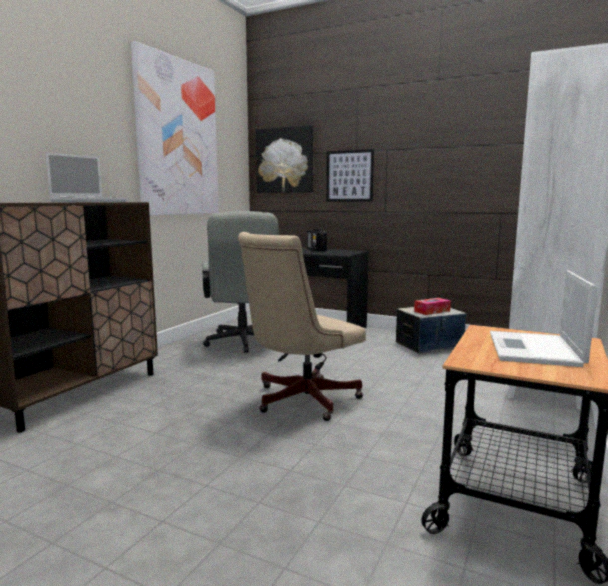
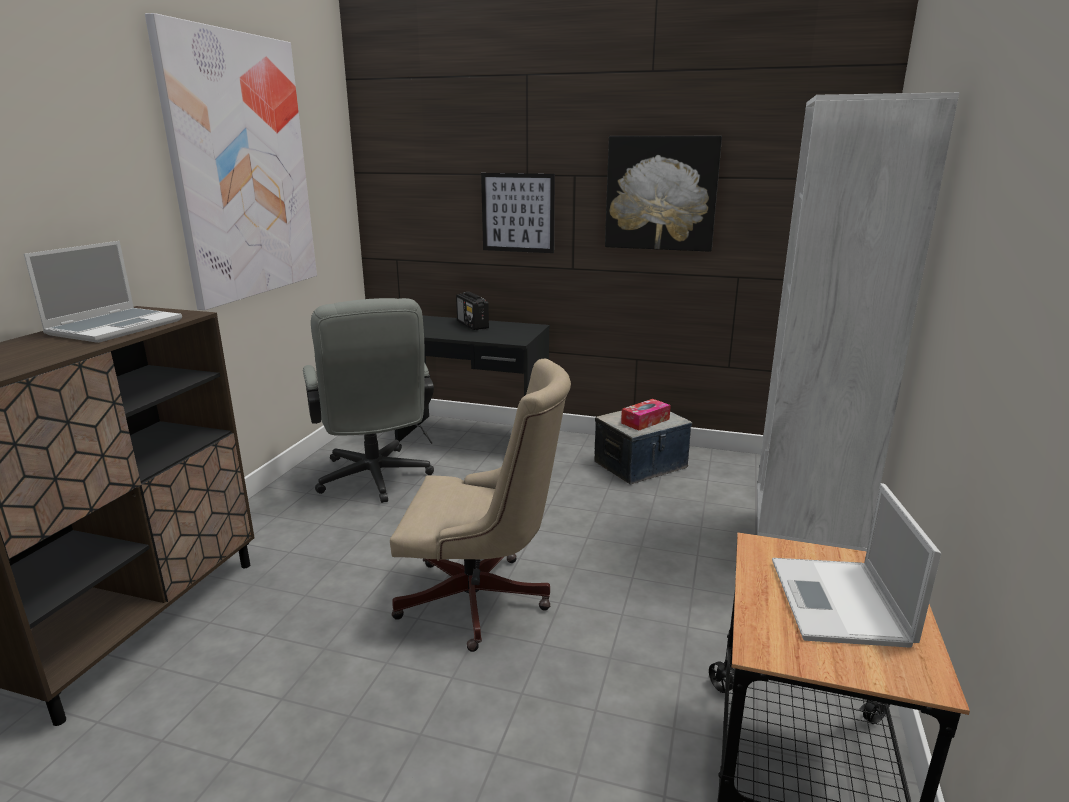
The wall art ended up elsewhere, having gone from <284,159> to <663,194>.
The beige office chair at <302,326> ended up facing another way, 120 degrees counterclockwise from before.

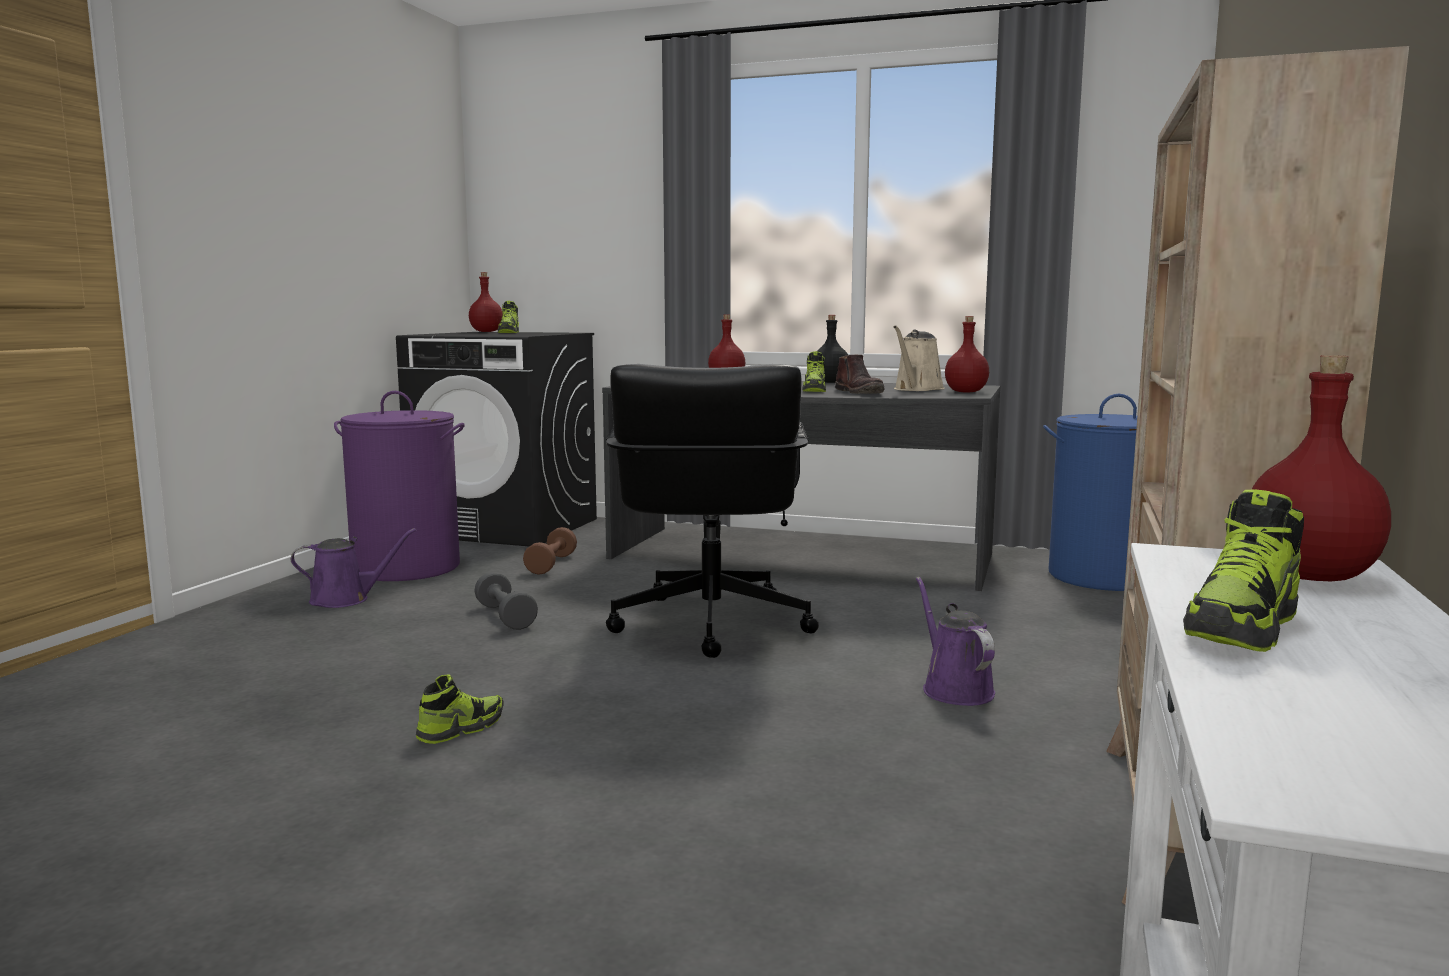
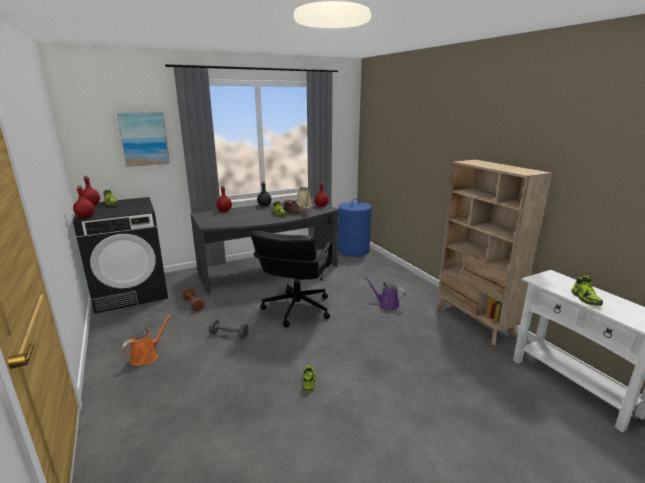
The reddish beverage bottle ended up elsewhere, having gone from <1321,468> to <84,201>.
The blackish office chair at <712,511> ended up facing another way, 60 degrees clockwise from before.
The second view lost the purplish laundry basket at <399,486>.
What was the purplish watering can at <353,568> turned into the orange watering can at <146,340>.
The second view gained the wall art at <143,139>.

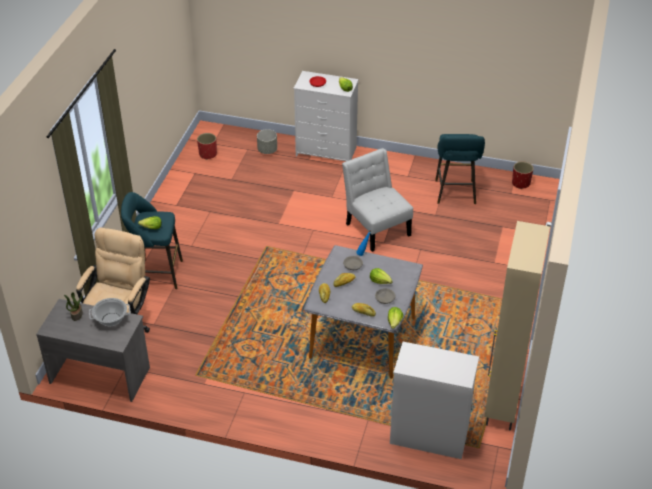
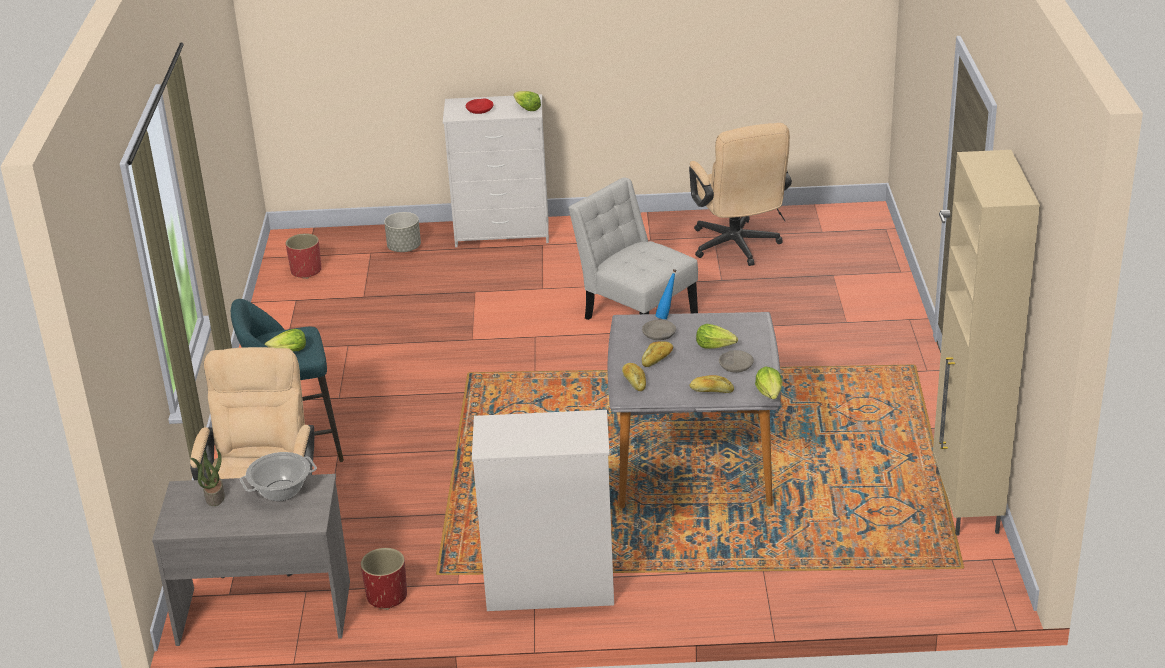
Where the turquoise sitting stool stood at <460,169>, the beige office chair came to stand at <740,194>.
The reddish planter ended up elsewhere, having gone from <523,175> to <384,579>.
The whitish chest of drawers ended up elsewhere, having gone from <434,400> to <543,510>.

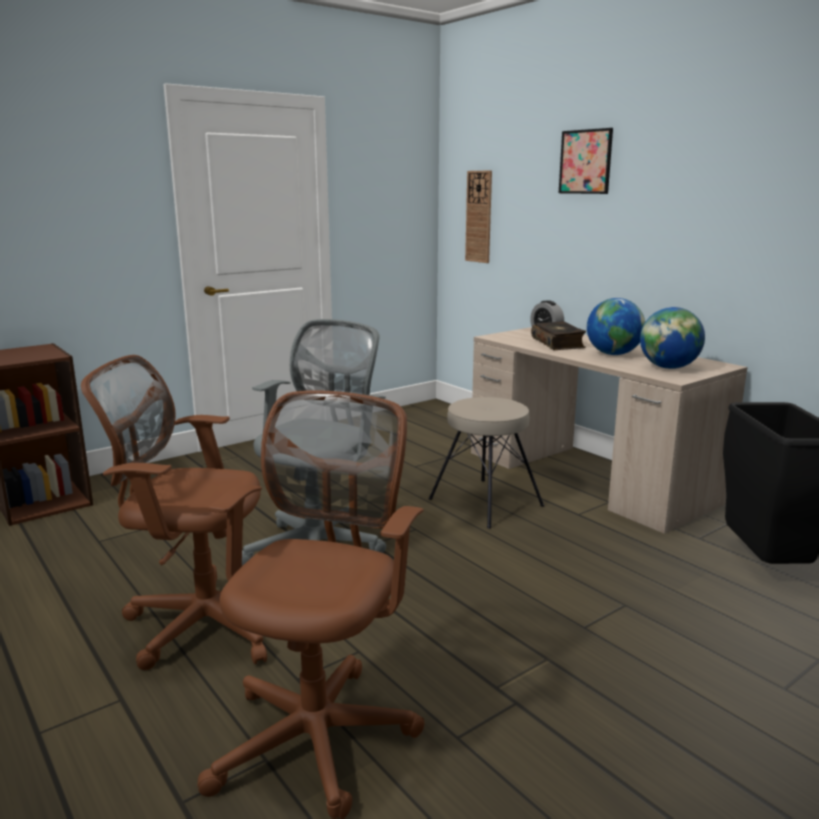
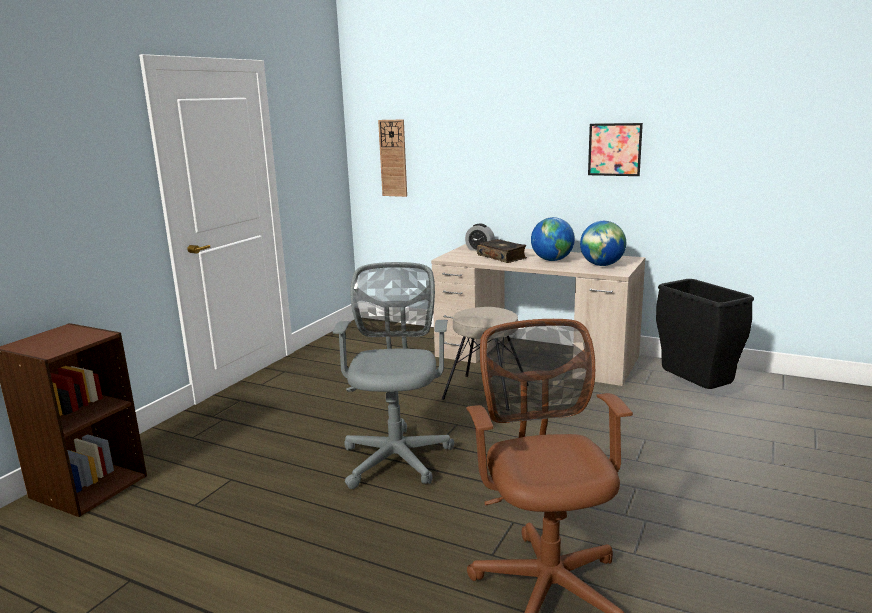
The wall art ended up elsewhere, having gone from <586,161> to <615,149>.
The second view lost the brownish office chair at <174,512>.

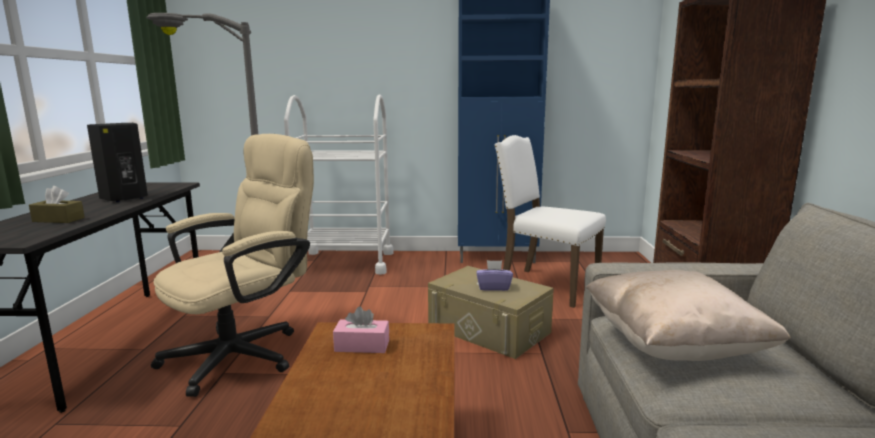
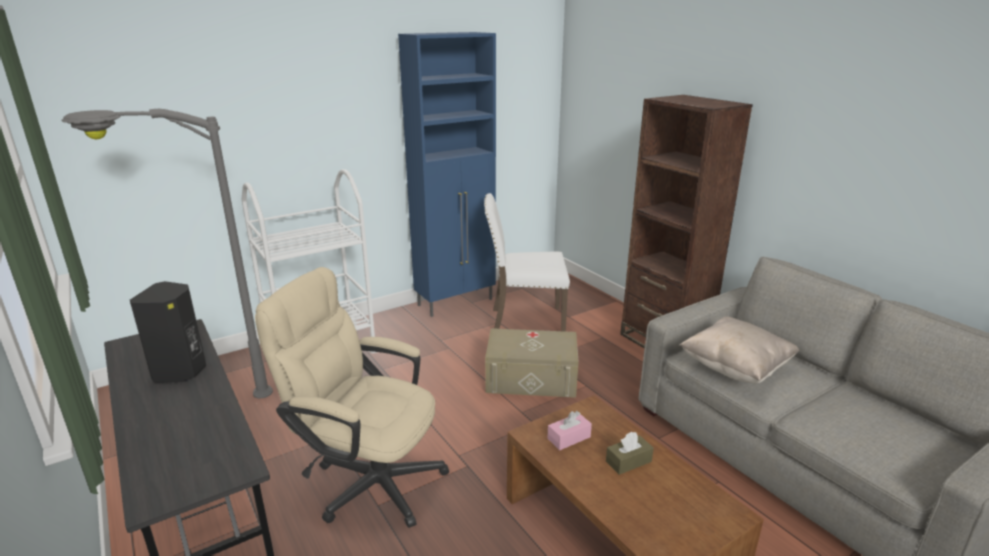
The beige office chair at <232,265> ended up facing another way, 75 degrees counterclockwise from before.
The brownish tissue holder ended up elsewhere, having gone from <57,204> to <630,453>.
The second view lost the purplish tissue holder at <495,275>.

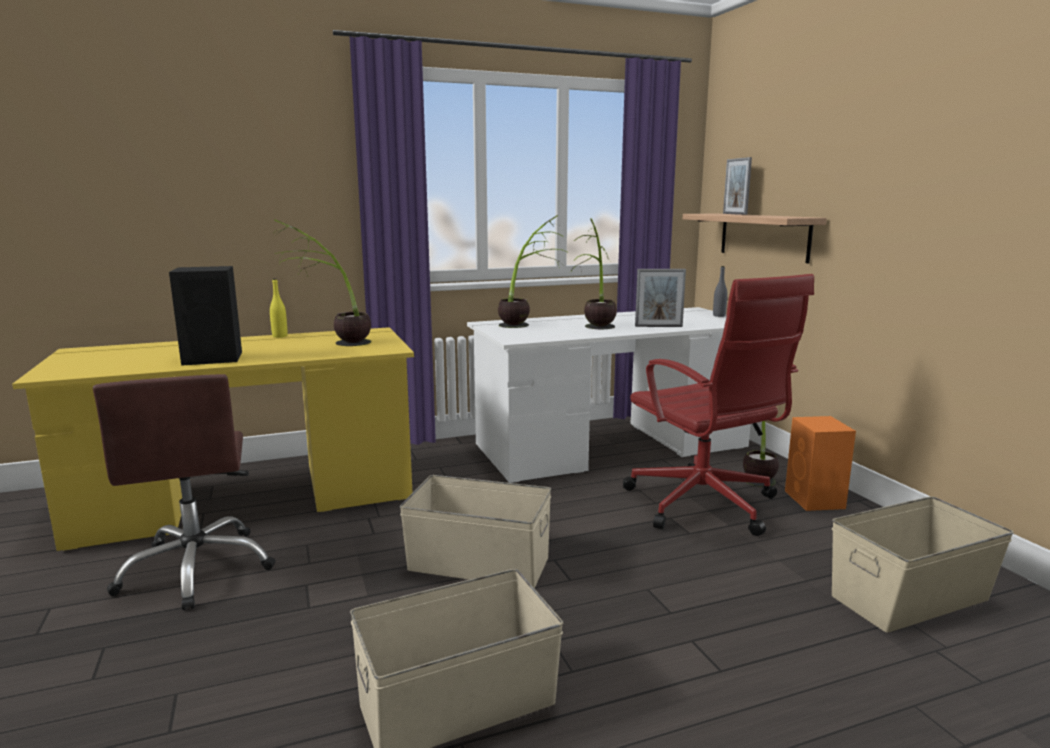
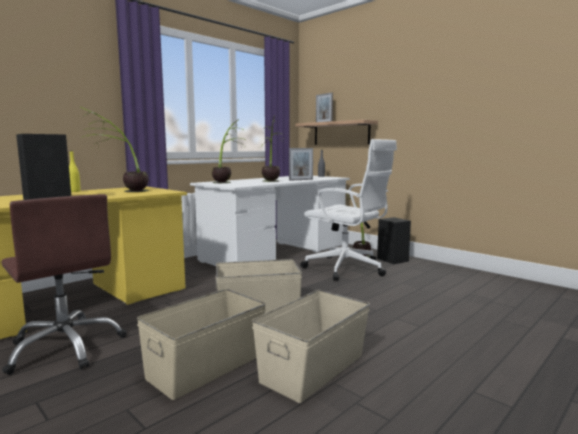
What was the reddish office chair at <718,405> turned into the whitish office chair at <348,210>.
What was the orange speaker at <820,463> turned into the blackish speaker at <394,240>.
The beige storage container ended up elsewhere, having gone from <923,565> to <201,344>.

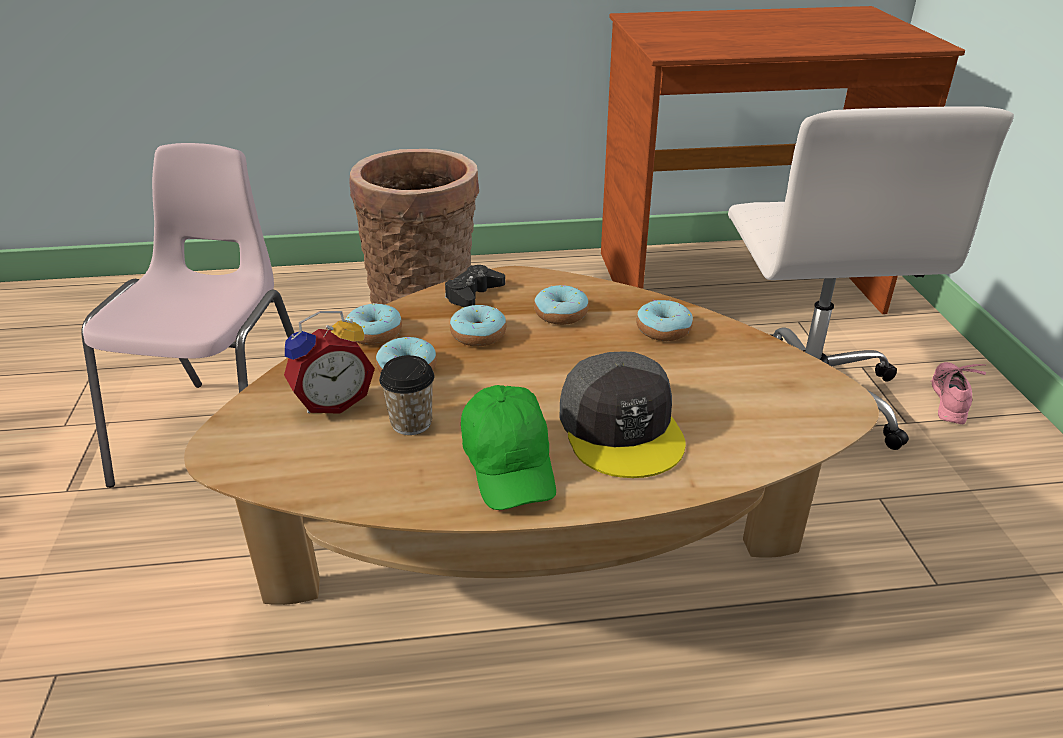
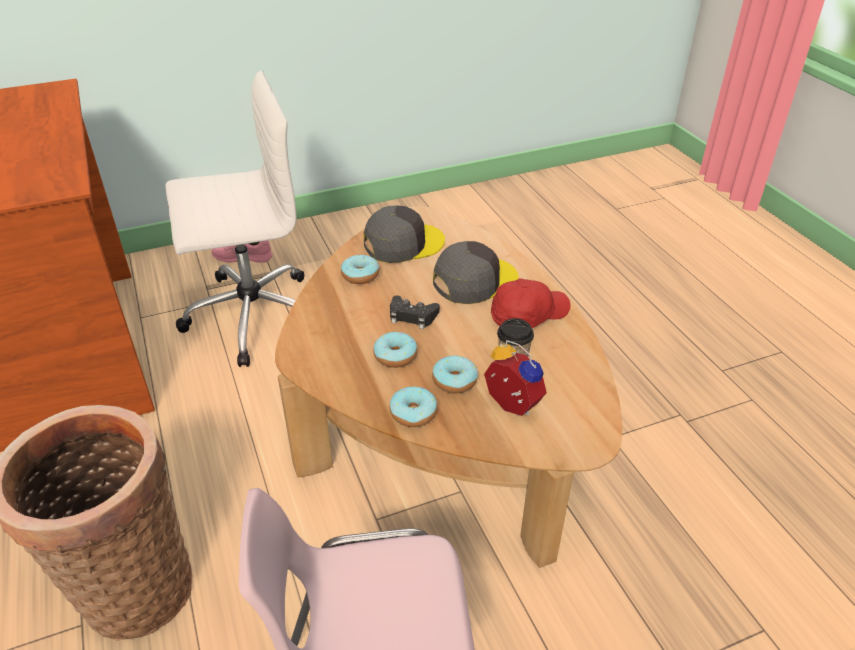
The blackish joypad ended up elsewhere, having gone from <475,286> to <415,312>.
The second view lost the ring doughnut at <561,305>.
What was the green-coloured peaked cap at <508,447> turned into the reddish peaked cap at <530,303>.
The second view gained the grey peaked cap at <404,234>.

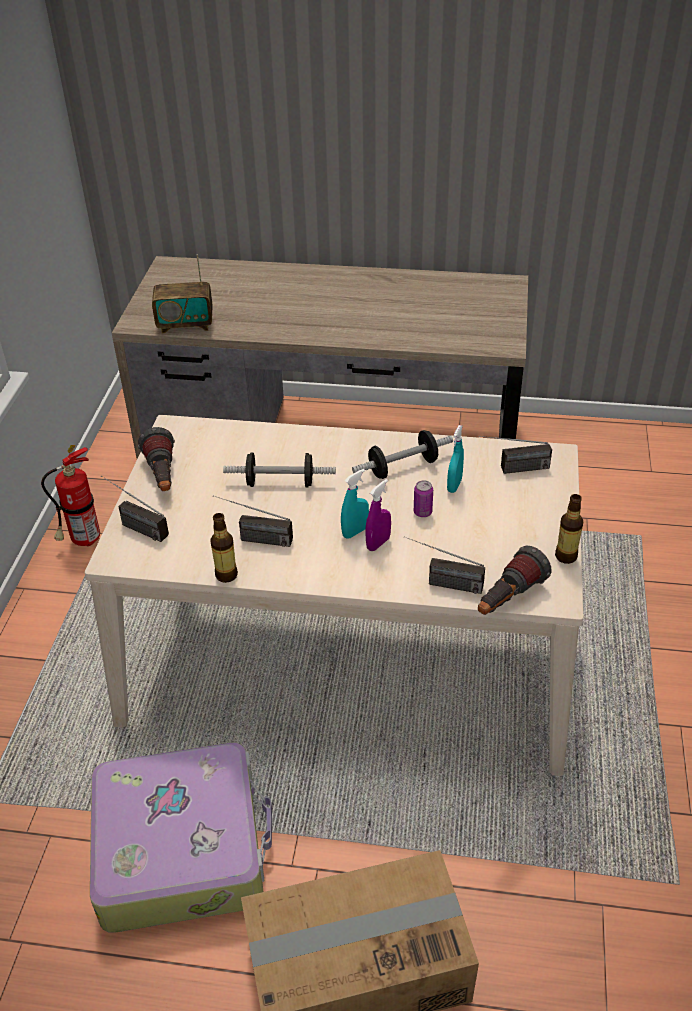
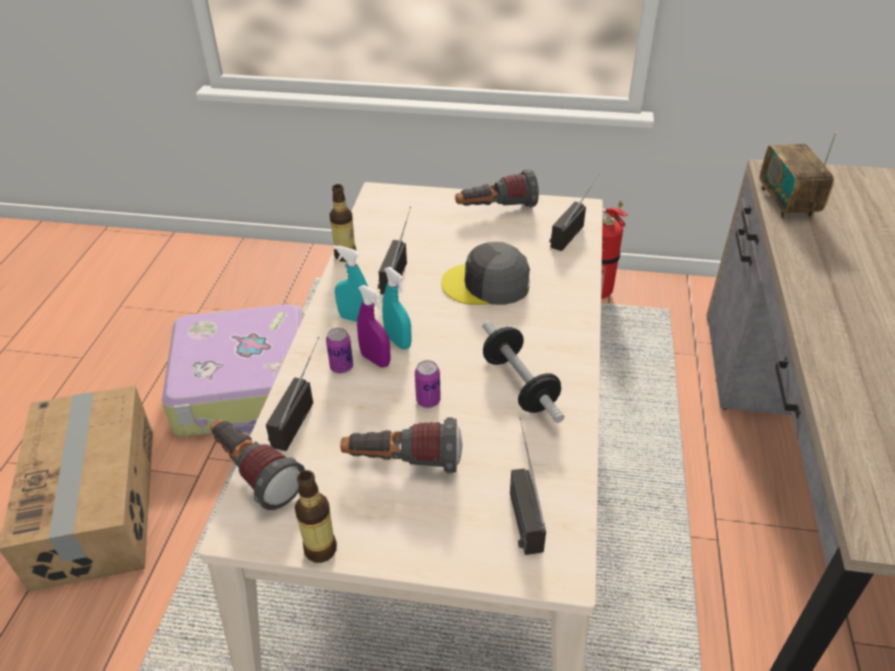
The turquoise hand sprayer ended up elsewhere, having gone from <455,459> to <350,283>.
Where the dumbbell stood at <279,470>, the grey peaked cap came to stand at <485,273>.
The radio set ended up elsewhere, having gone from <135,508> to <574,212>.
The second view gained the can at <339,351>.
The second view gained the hand torch at <401,445>.

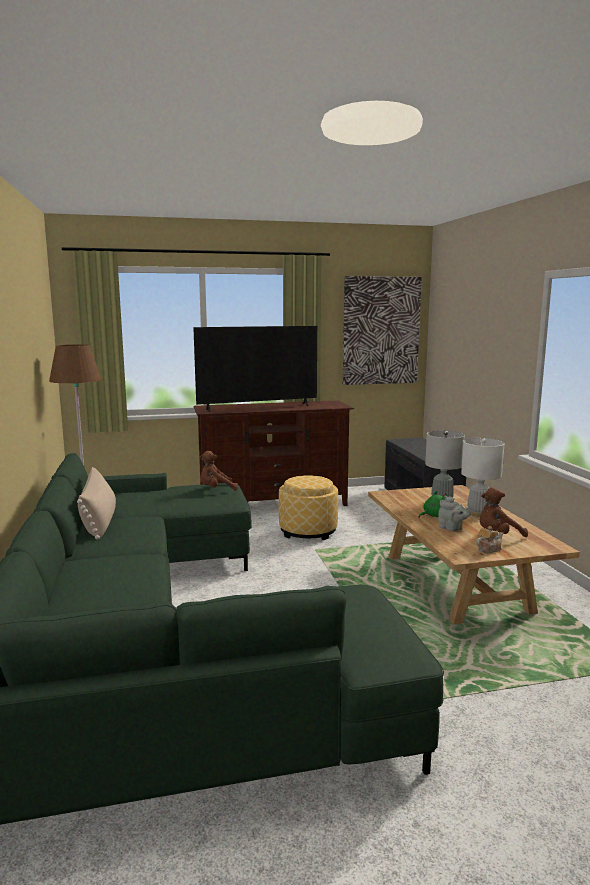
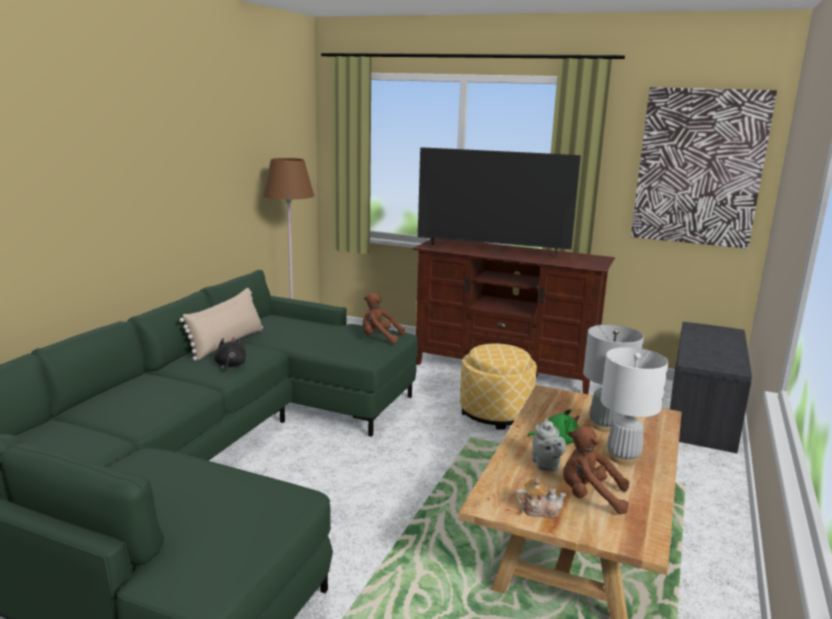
The second view gained the blackish soft toy at <230,355>.

